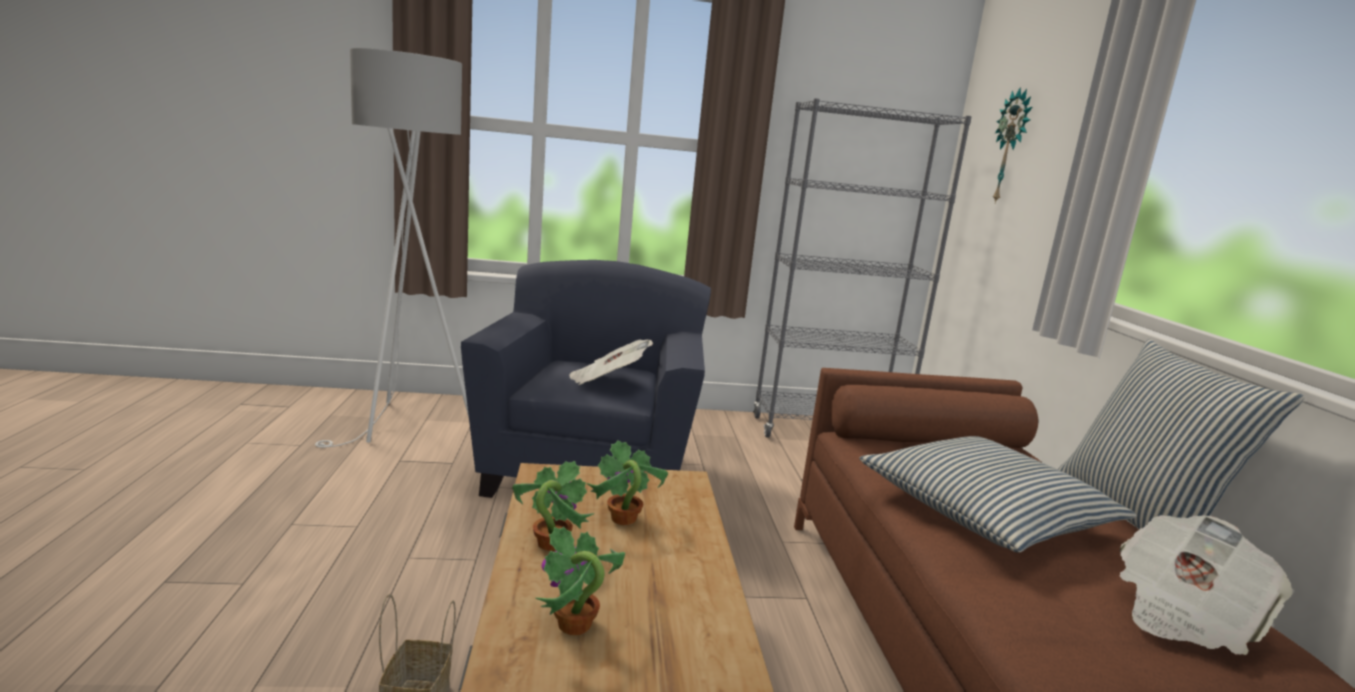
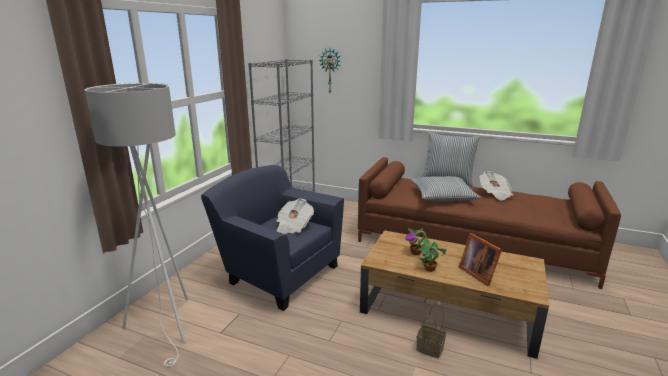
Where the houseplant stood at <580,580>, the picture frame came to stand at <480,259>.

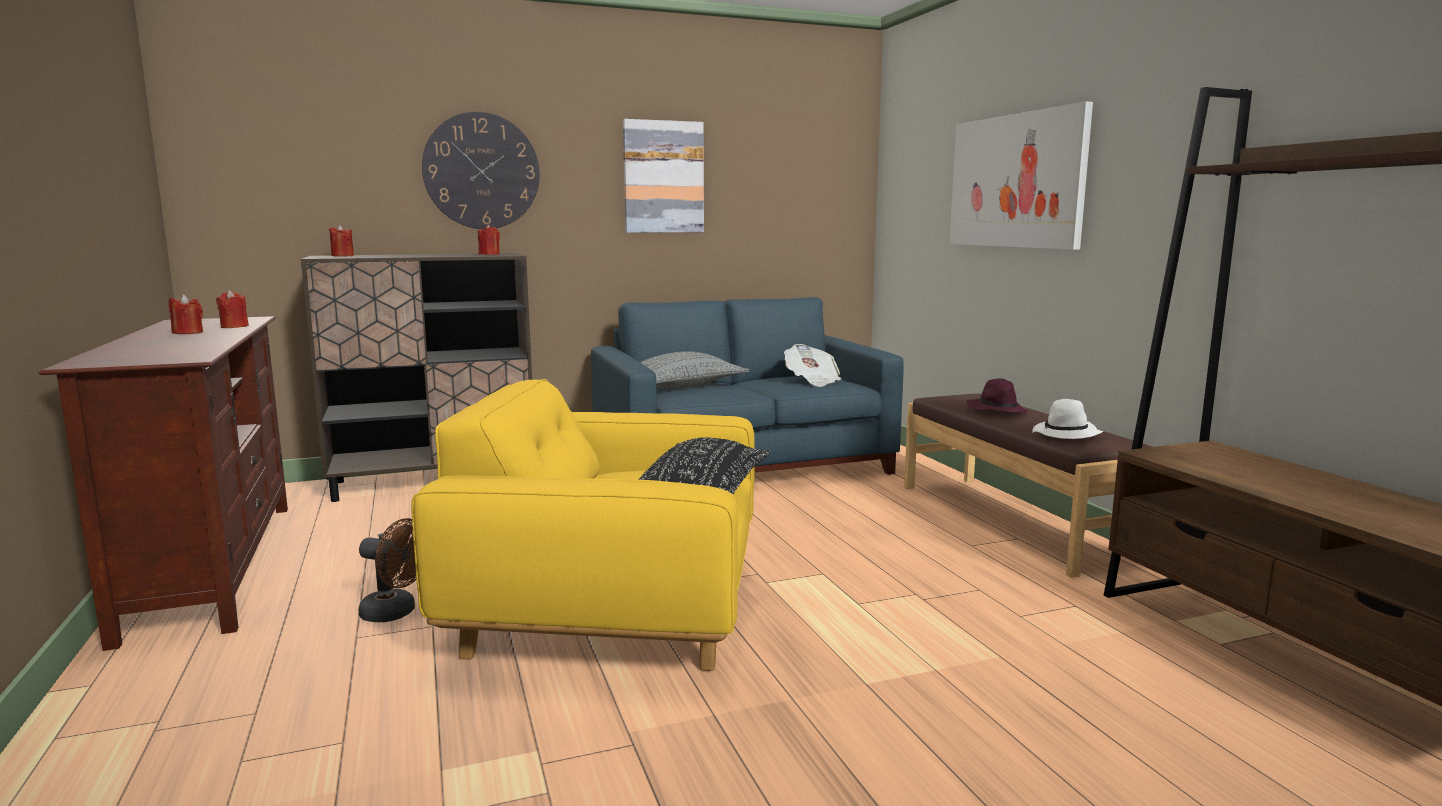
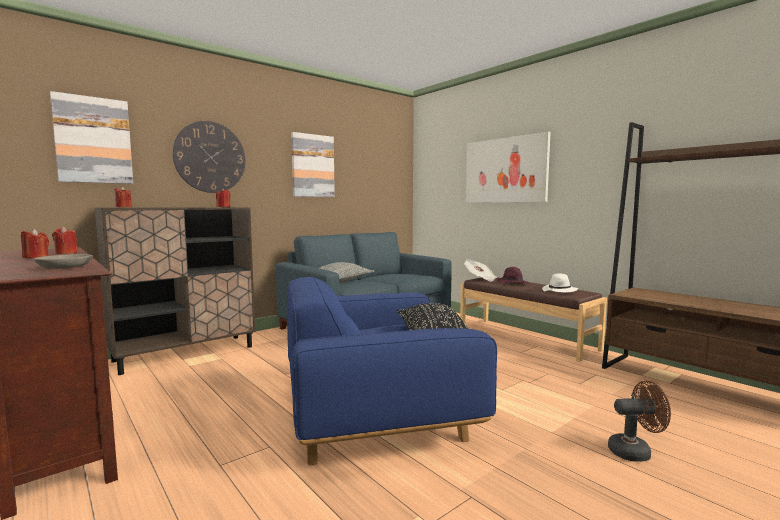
The printed paper ended up elsewhere, having gone from <812,365> to <480,270>.
What was the yellowish easy chair at <583,525> turned into the blue-coloured easy chair at <392,371>.
The brownish fan ended up elsewhere, having gone from <387,570> to <639,421>.
The second view gained the wall art at <91,137>.
The second view gained the grey deep dish at <63,261>.

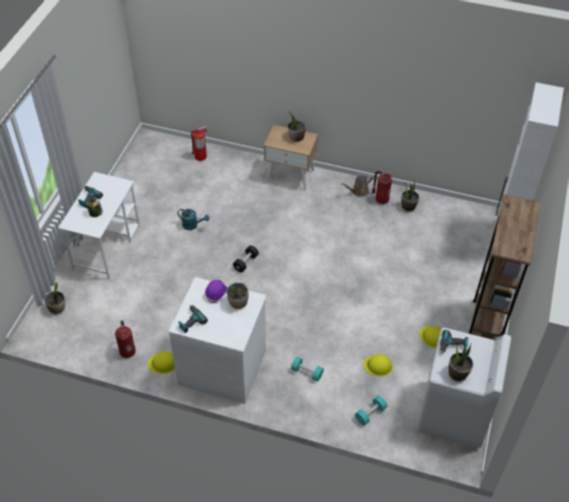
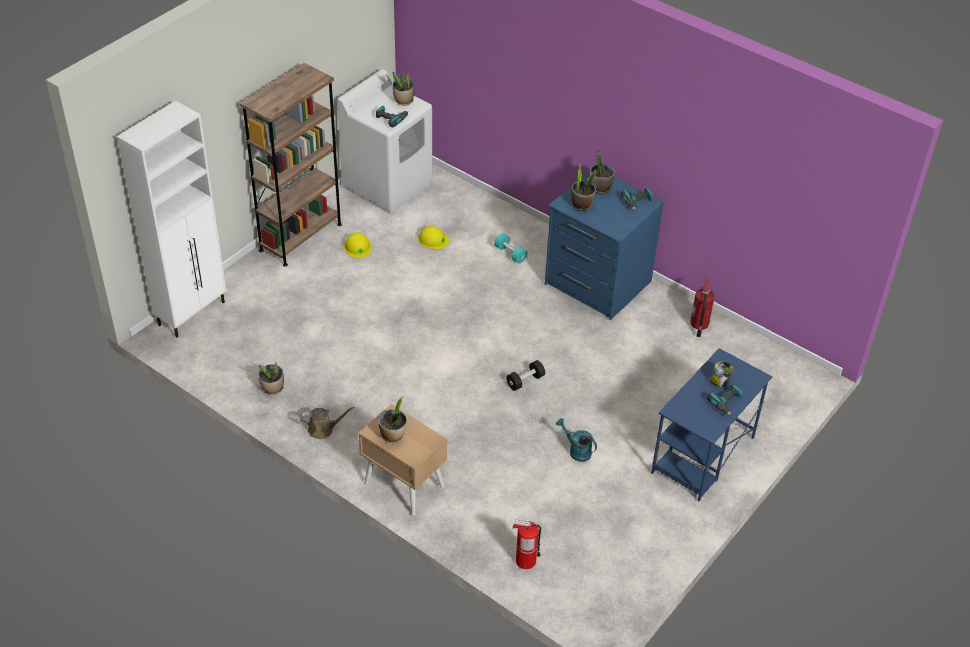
The second view lost the extinguisher at <382,187>.
What was the whitish desk unit at <99,226> turned into the blue-coloured desk unit at <711,424>.
What was the whitish chest of drawers at <218,340> turned into the blue-coloured chest of drawers at <604,245>.
The second view lost the purplish hard hat at <216,292>.
The houseplant ended up elsewhere, having gone from <54,297> to <602,171>.
The second view lost the yellowish hard hat at <161,363>.
The second view lost the turquoise dumbbell at <371,410>.

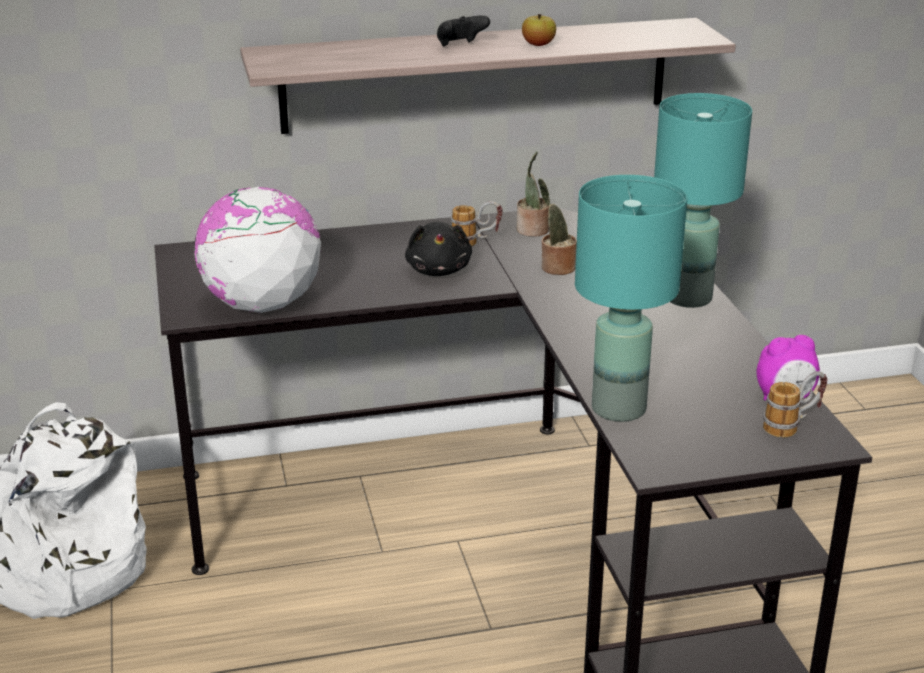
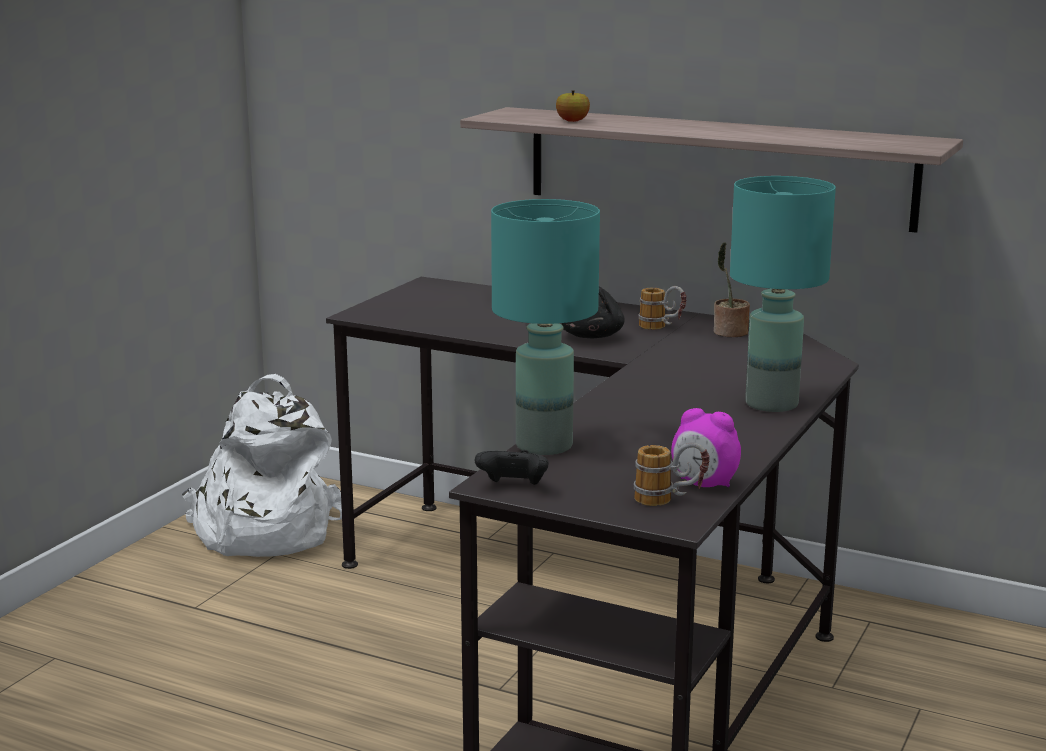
The apple fruit ended up elsewhere, having gone from <539,30> to <573,106>.
The blackish joypad ended up elsewhere, having gone from <463,31> to <511,467>.
The second view lost the houseplant at <557,226>.
The second view lost the desk globe at <257,249>.

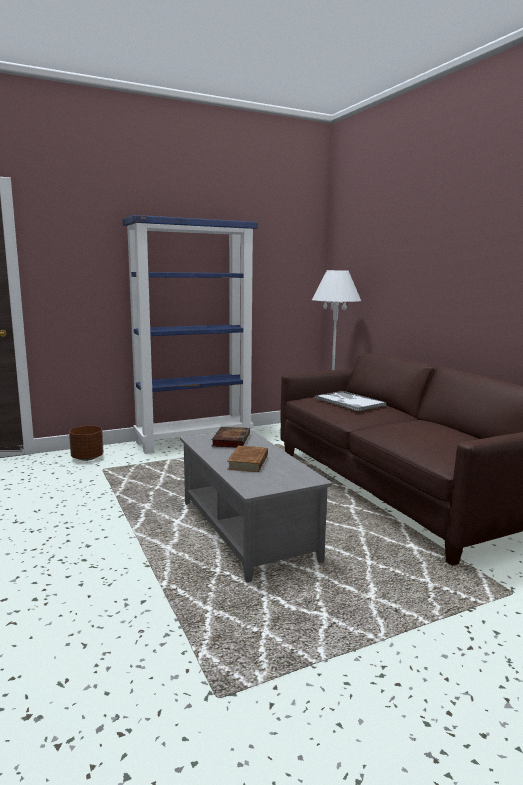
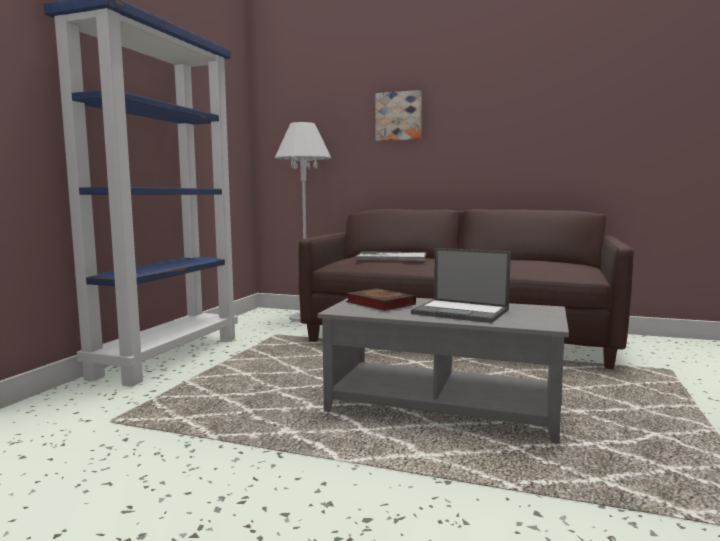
The second view lost the brownish planter at <86,443>.
Where the brownish volume stood at <247,459>, the laptop came to stand at <461,285>.
The second view gained the wall art at <398,115>.

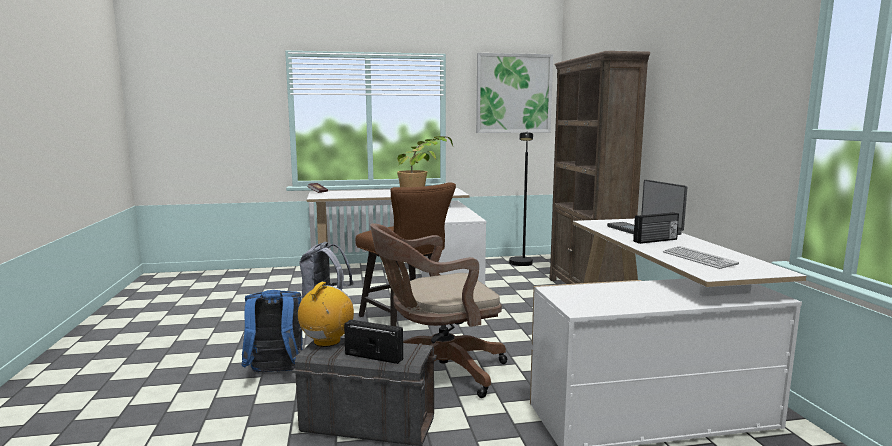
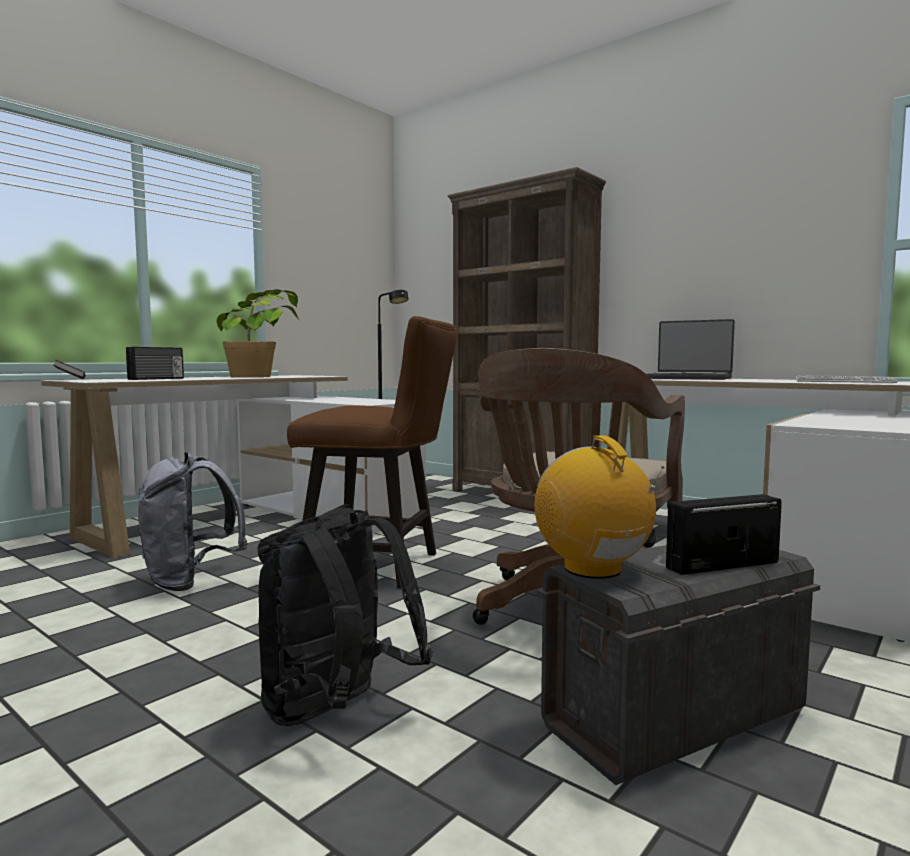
The second view lost the wall art at <514,93>.
The radio set ended up elsewhere, having gone from <656,228> to <155,363>.
What was the blue-coloured backpack at <272,331> turned into the blackish backpack at <345,617>.

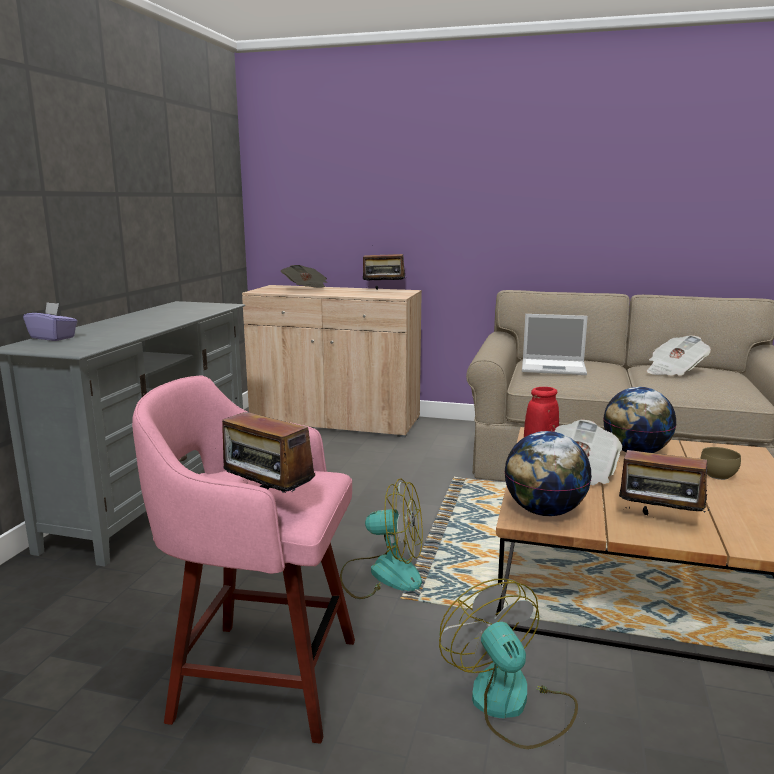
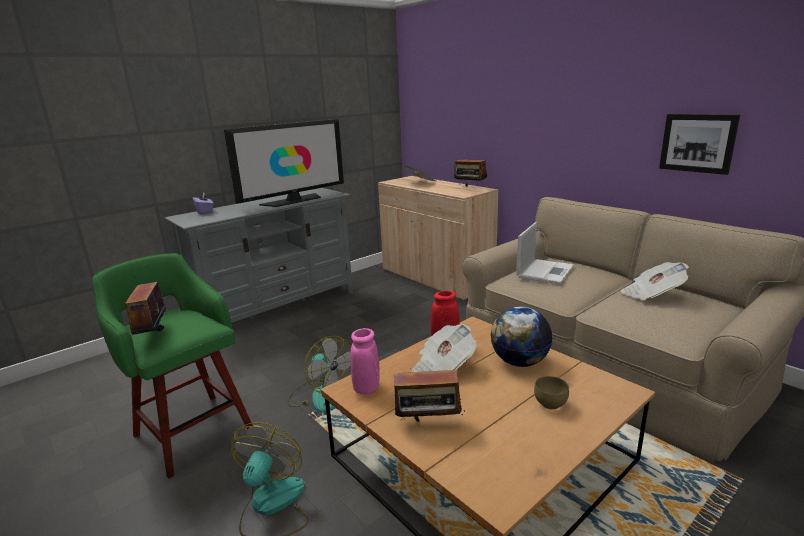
The laptop at <555,344> ended up facing another way, 105 degrees counterclockwise from before.
What was the pink-coloured sitting stool at <243,560> turned into the green-coloured sitting stool at <172,366>.
Where the desk globe stood at <548,473>, the pink-coloured decorative vase came to stand at <365,361>.
The radio set at <664,478> ended up facing another way, 60 degrees counterclockwise from before.
The second view gained the wall art at <699,144>.
The second view gained the television at <284,163>.

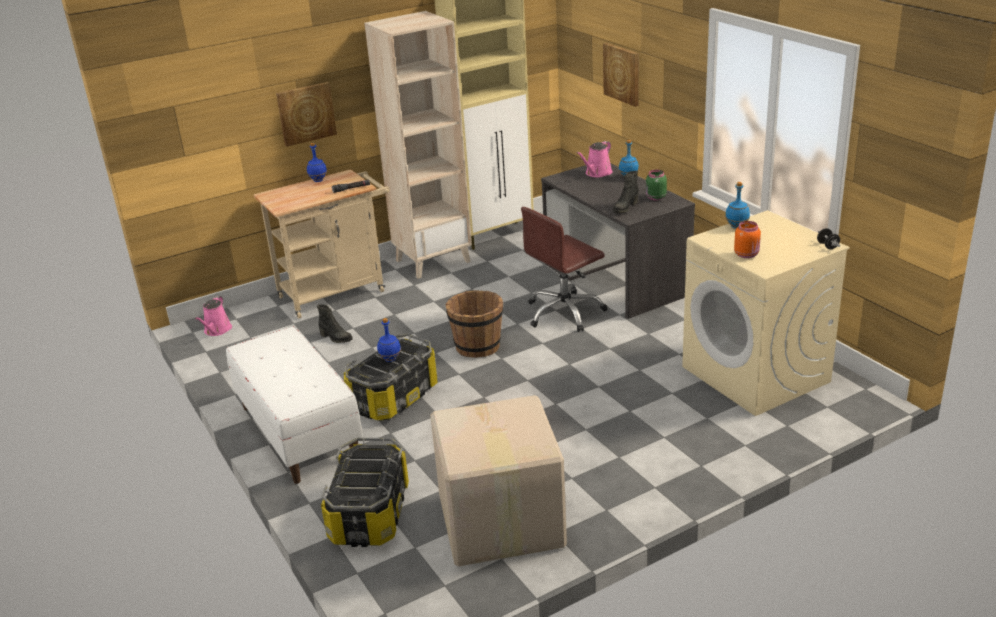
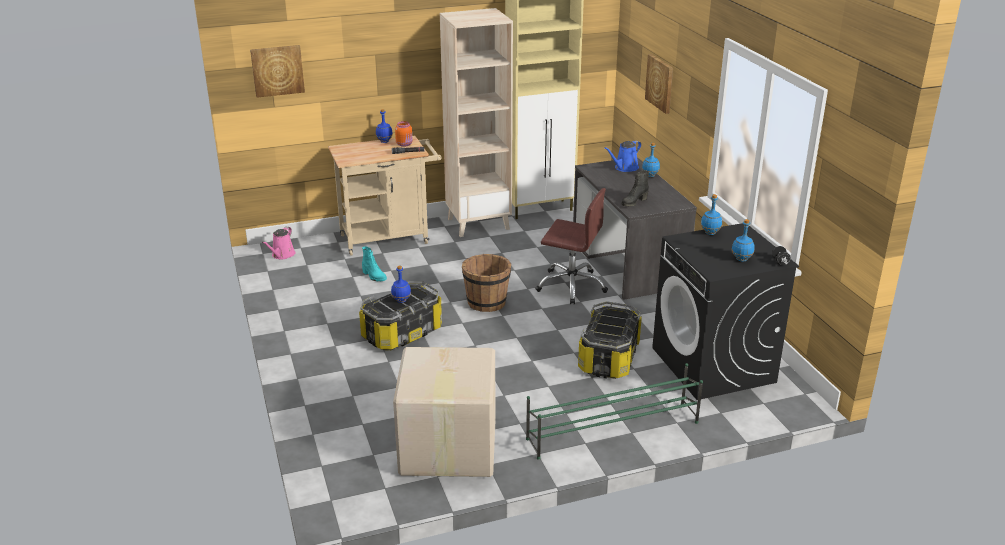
The wall art ended up elsewhere, having gone from <306,114> to <277,71>.
What was the pink-coloured watering can at <594,159> turned into the blue-coloured watering can at <622,156>.
The second view lost the green-coloured jar at <656,185>.
The brownish office chair at <564,269> ended up facing another way, 135 degrees counterclockwise from before.
What was the beige laundry appliance at <766,313> turned into the blackish laundry appliance at <725,311>.
The orange jar ended up elsewhere, having gone from <747,239> to <403,134>.
What was the blackish high-top boot at <335,323> turned into the turquoise high-top boot at <374,264>.
The second view lost the whitish bench at <294,405>.
The storage container ended up elsewhere, having gone from <365,492> to <610,340>.
The second view gained the blue-coloured beverage bottle at <743,240>.
The second view gained the green-coloured shoe stand at <614,411>.

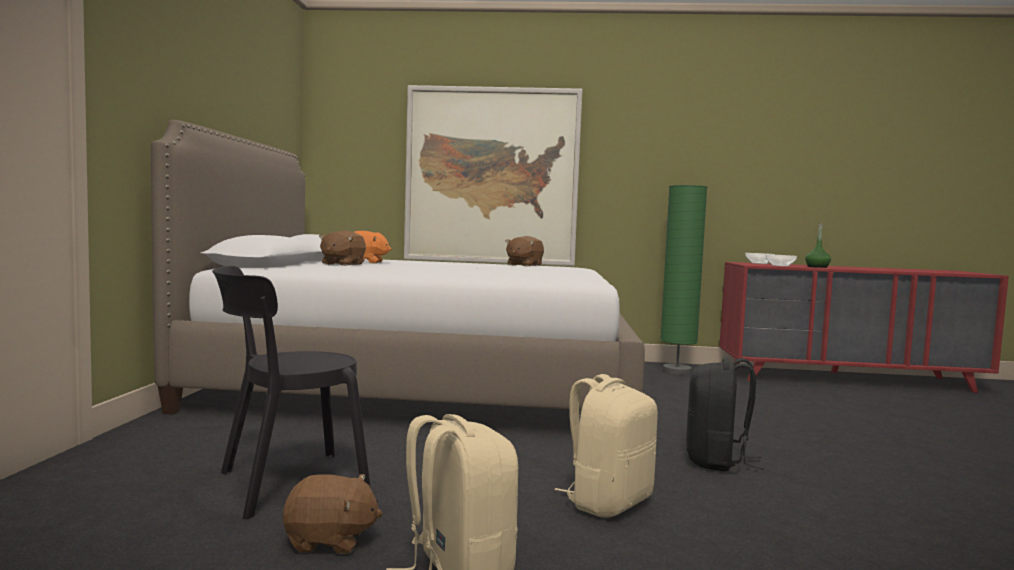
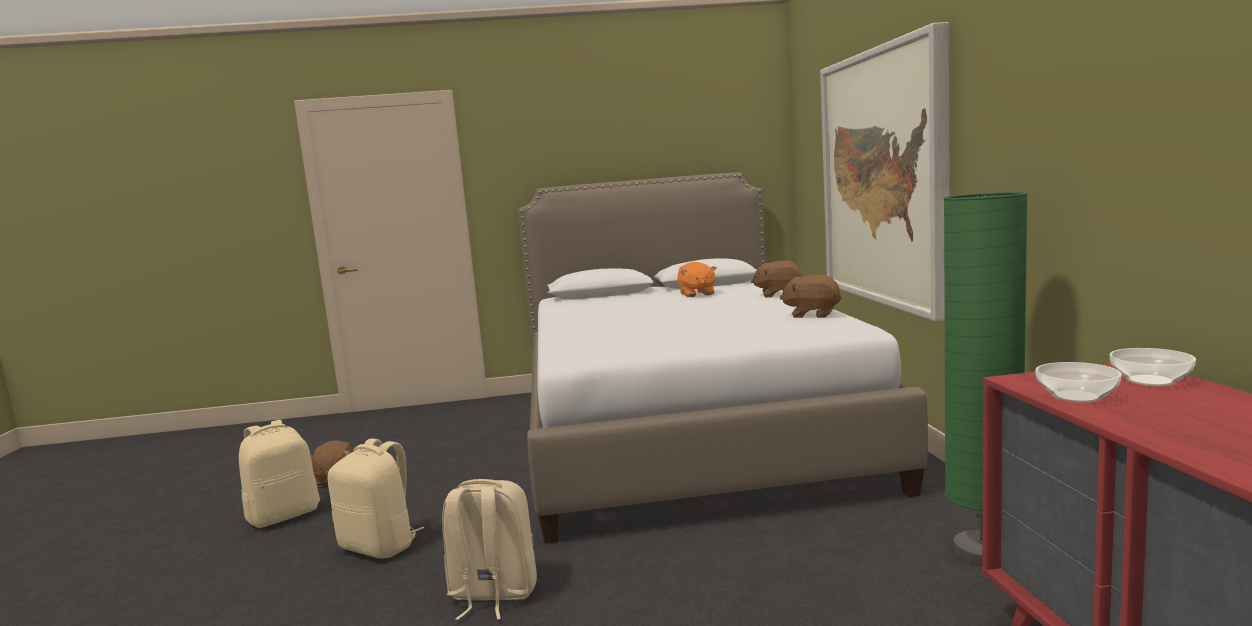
The second view lost the green-coloured beverage bottle at <818,245>.
The brownish soft toy ended up elsewhere, having gone from <342,248> to <776,279>.
The second view lost the blackish plain chair at <291,393>.
What was the blackish backpack at <725,414> turned into the beige backpack at <489,549>.

